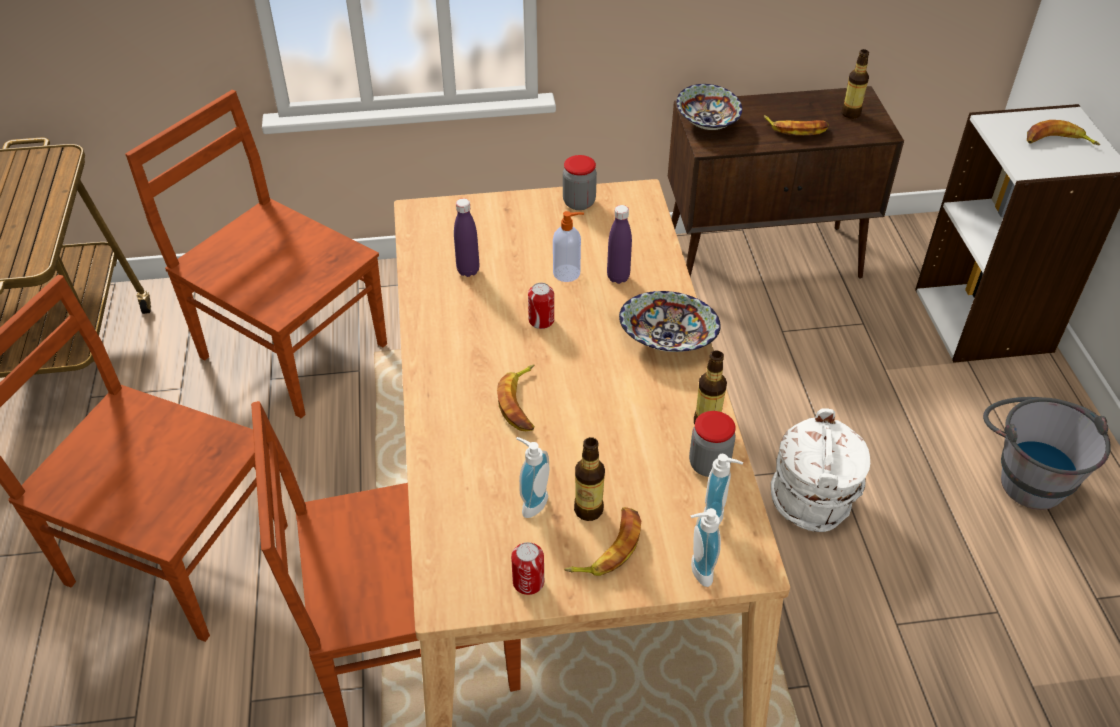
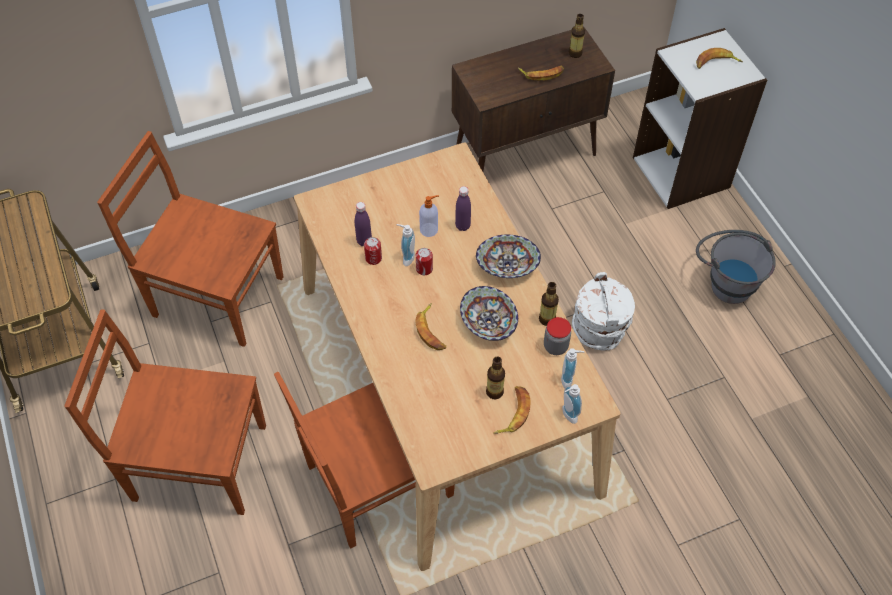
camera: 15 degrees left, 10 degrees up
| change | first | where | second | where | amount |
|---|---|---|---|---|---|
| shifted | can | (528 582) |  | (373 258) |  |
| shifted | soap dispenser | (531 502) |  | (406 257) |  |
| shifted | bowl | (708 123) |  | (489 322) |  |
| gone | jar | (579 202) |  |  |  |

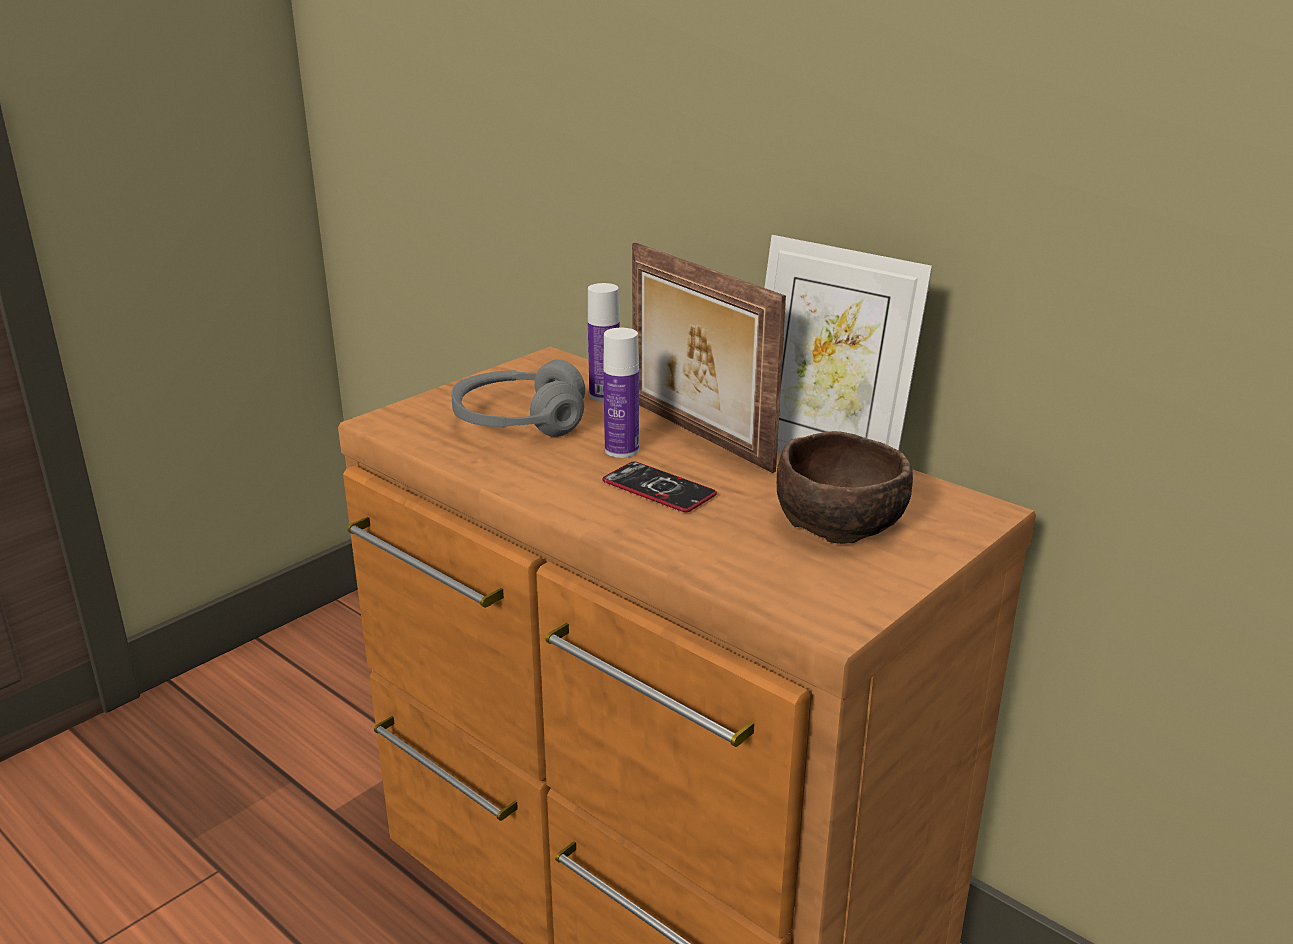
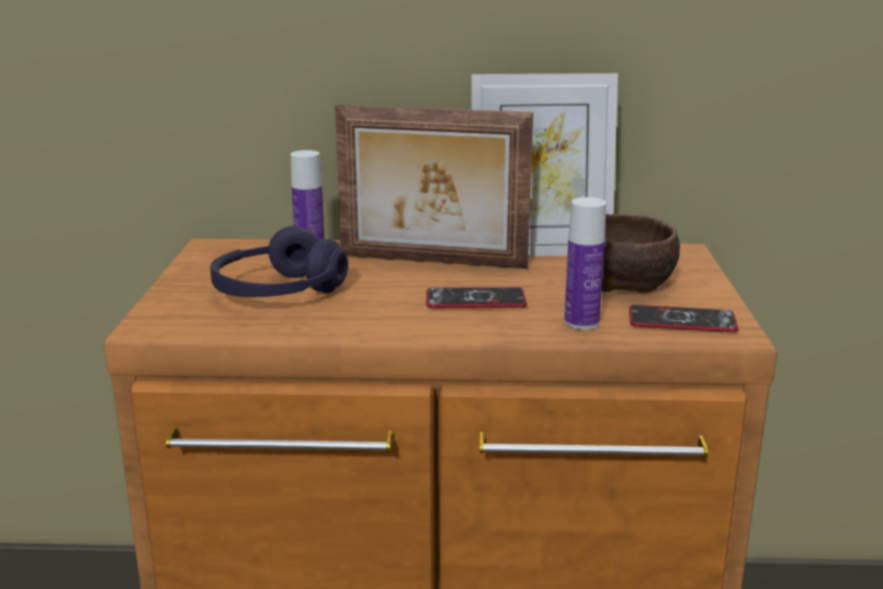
camera: 40 degrees left, 5 degrees down
| change | first | where | second | where | amount |
|---|---|---|---|---|---|
| repainted | grey headphones | (519 422) | purple headphones | (278 292) |  |
| shifted | bottle | (621 450) |  | (581 323) |  |
| new |  |  | phone | (682 321) |  |

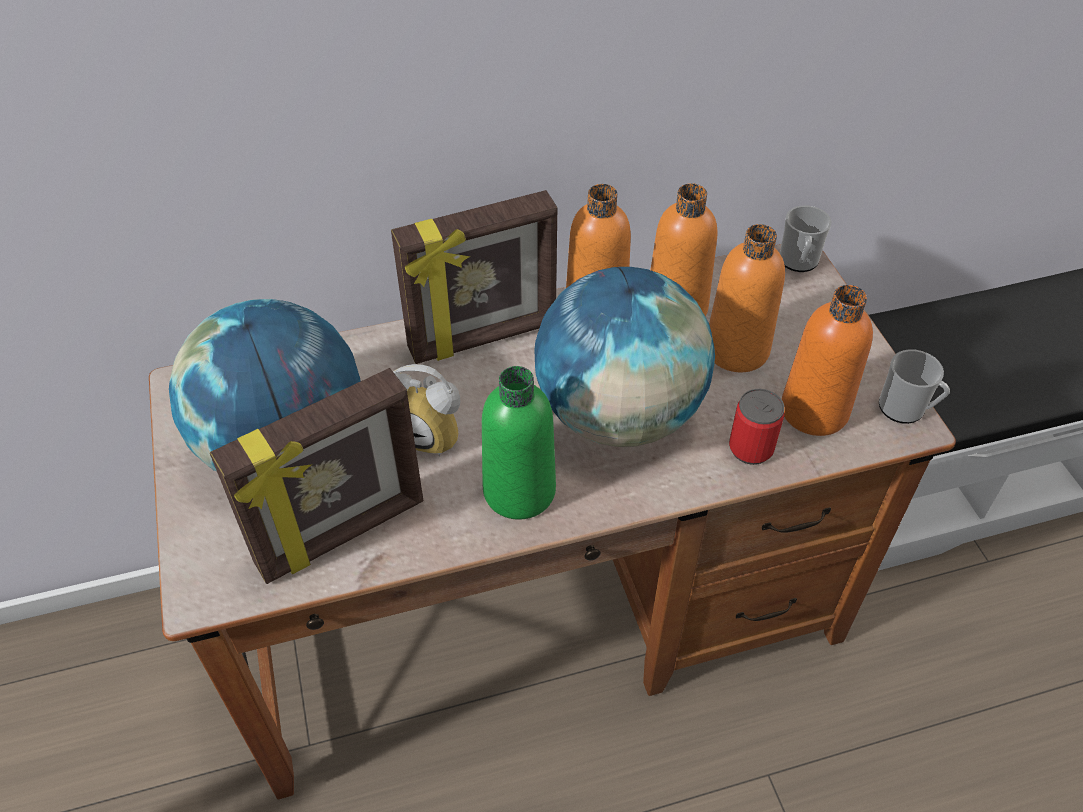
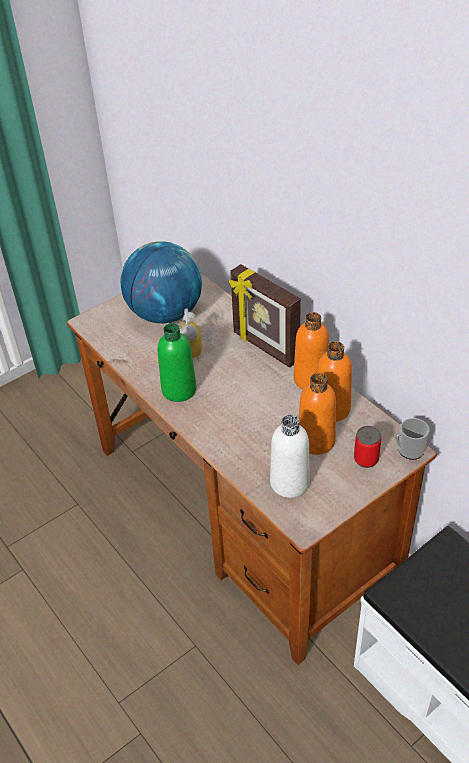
camera: 70 degrees right, 5 degrees down
| change | first | where | second | where | amount |
|---|---|---|---|---|---|
| repainted | orange bottle | (814 411) | white bottle | (289 483) |  |
| shifted | can | (750 448) |  | (366 459) |  |
| gone | picture frame | (342 534) |  |  |  |
| gone | globe | (618 414) |  |  |  |
| gone | mug | (906 409) |  |  |  |

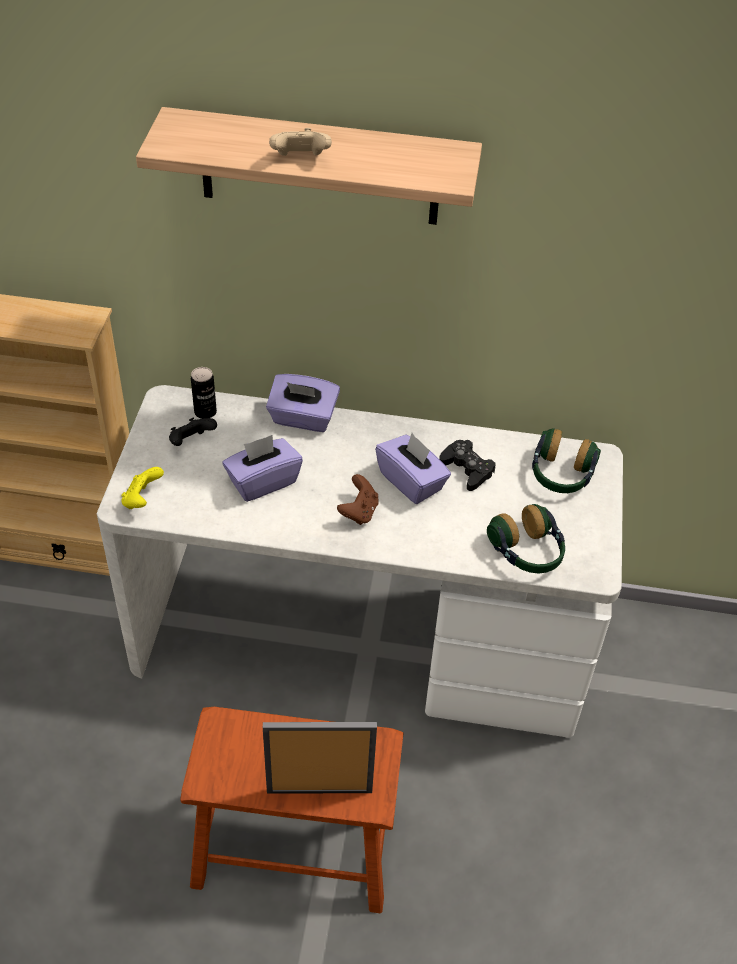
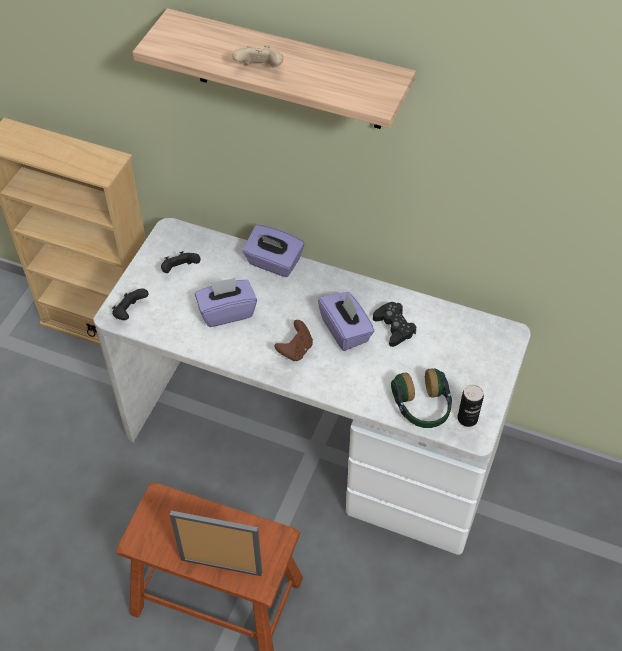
camera: 15 degrees right, 5 degrees up
| change | first | where | second | where | amount |
|---|---|---|---|---|---|
| repainted | yellow game controller | (142 500) | black game controller | (130 312) |  |
| shifted | can | (205 412) |  | (467 418) |  |
| gone | headphones | (561 475) |  |  |  |

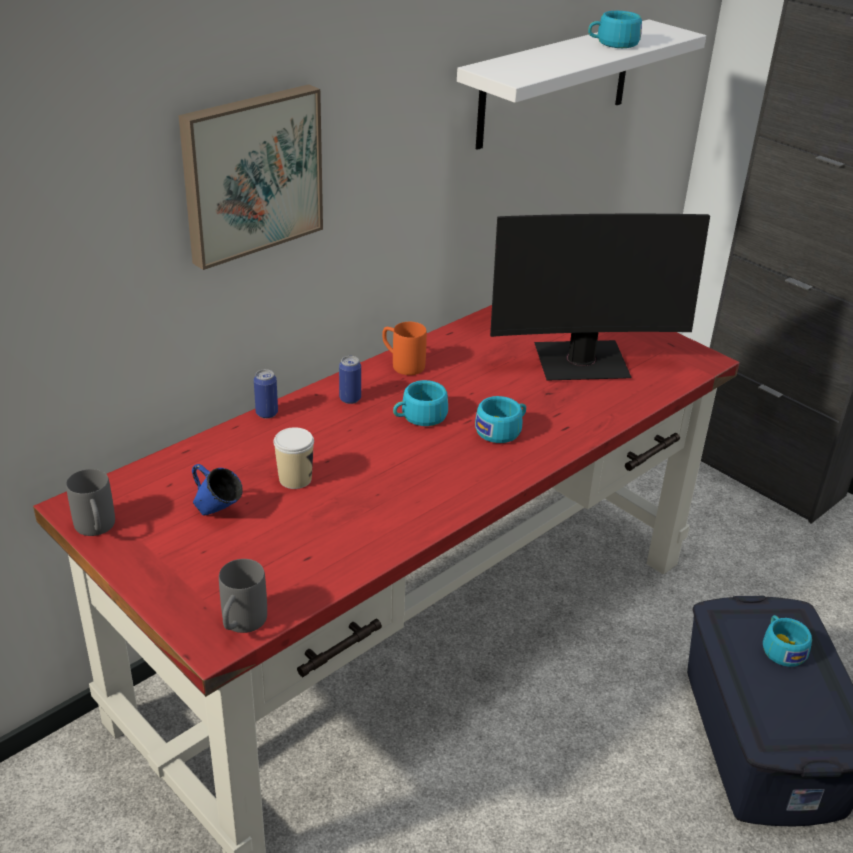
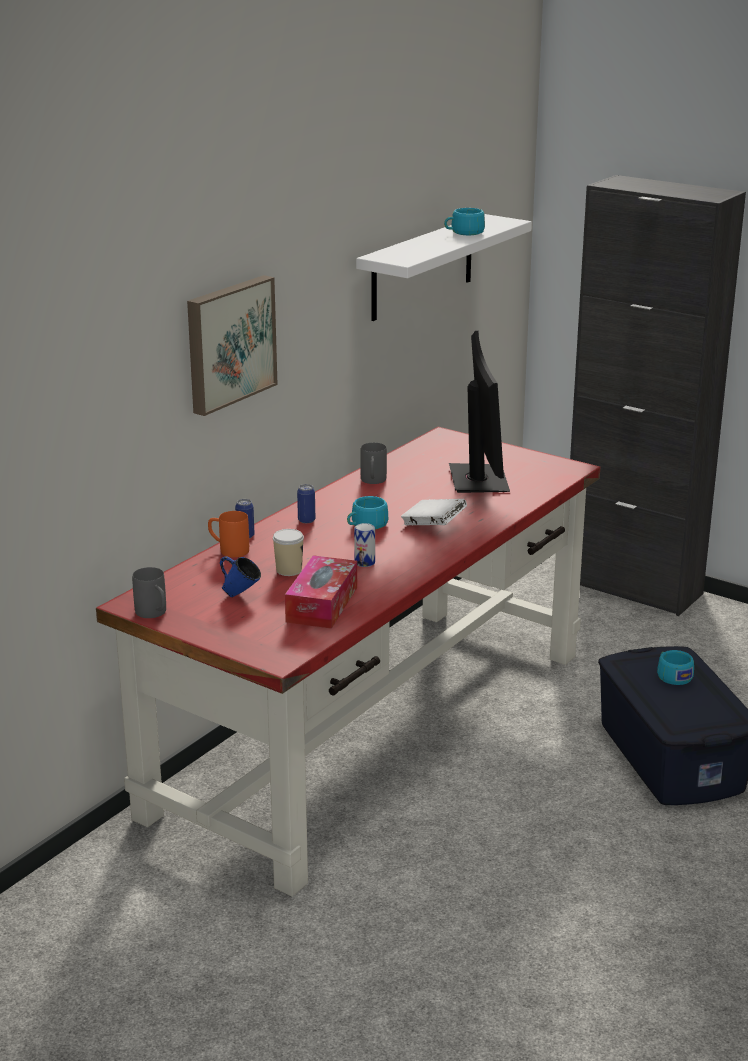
camera: 10 degrees left, 10 degrees down
| change | first | where | second | where | amount |
|---|---|---|---|---|---|
| shifted | orange mug | (402 364) |  | (228 550) |  |
| new |  |  | tissue box | (322 604) |  |
| new |  |  | can | (364 562) |  |
| shifted | grey mug | (240 625) |  | (373 481) |  |
| swapped | turquoise cup | (502 430) | white book | (433 526) |  |
| rotated | monitor | (581 363) |  | (478 479) | 75 degrees counterclockwise |

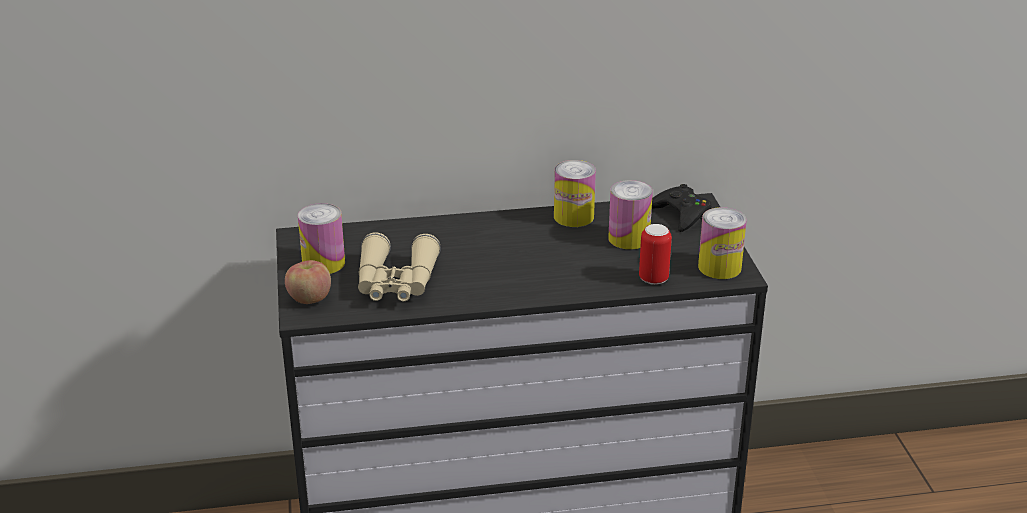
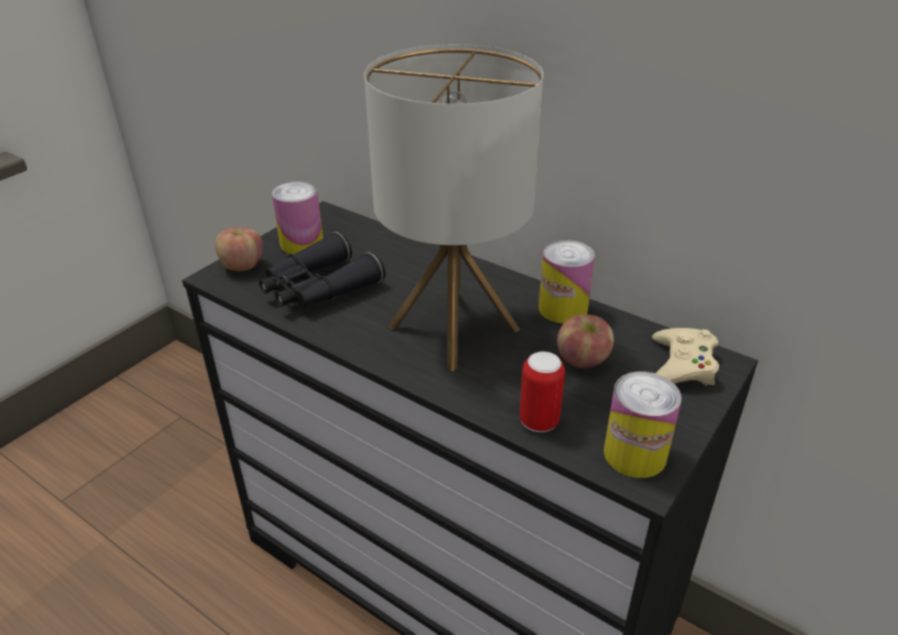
camera: 45 degrees right, 5 degrees up
| change | first | where | second | where | amount |
|---|---|---|---|---|---|
| repainted | beige binoculars | (396 283) | black binoculars | (318 288) |  |
| new |  |  | table lamp | (454 328) |  |
| swapped | can | (629 238) | apple | (582 361) |  |
| repainted | black game controller | (681 214) | beige game controller | (681 365) |  |

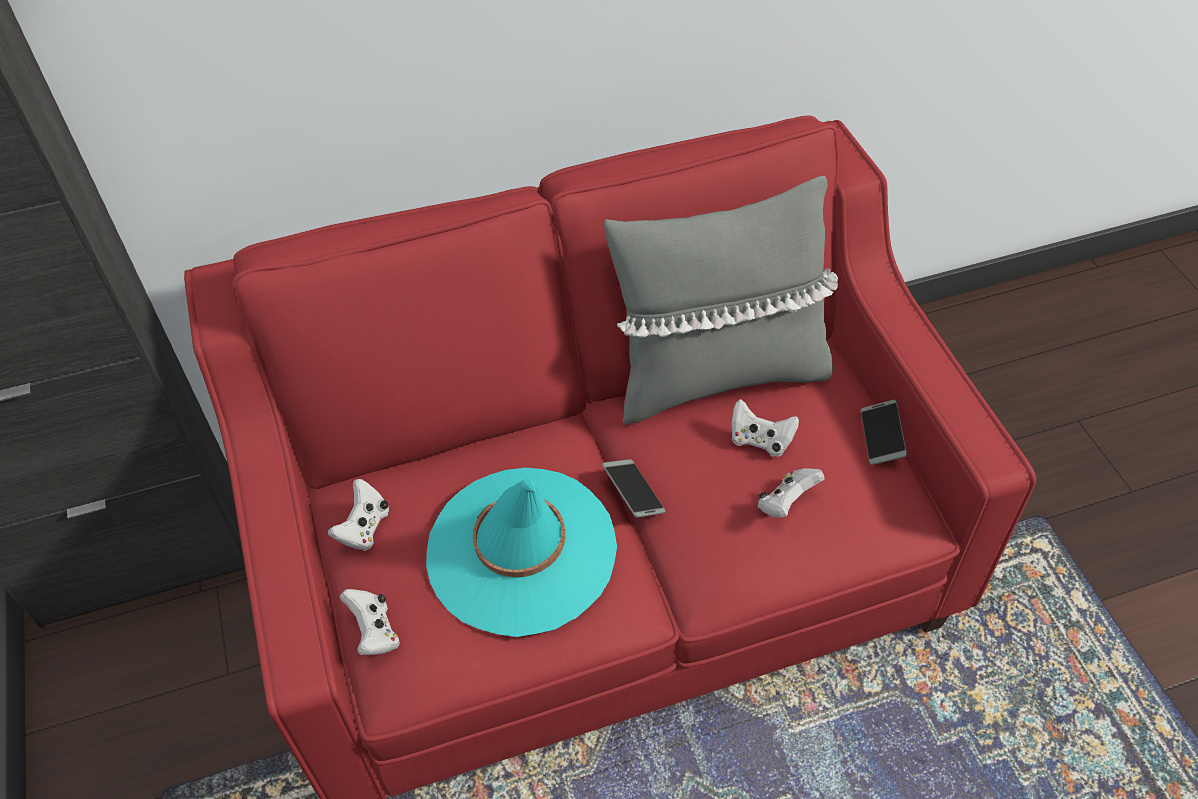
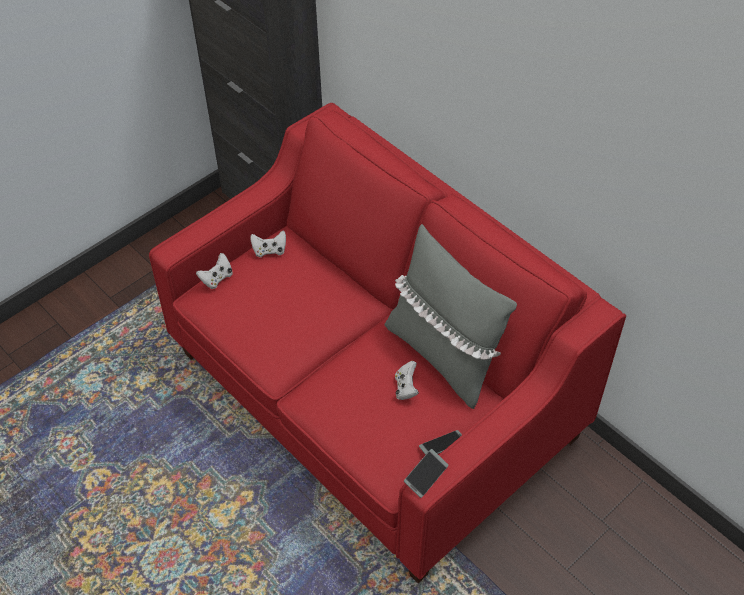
camera: 65 degrees right, 0 degrees up
| change | first | where | second | where | amount |
|---|---|---|---|---|---|
| shifted | phone | (633 492) |  | (426 475) |  |
| gone | turquoise hat | (521 550) |  |  |  |
| gone | white game controller | (786 503) |  |  |  |

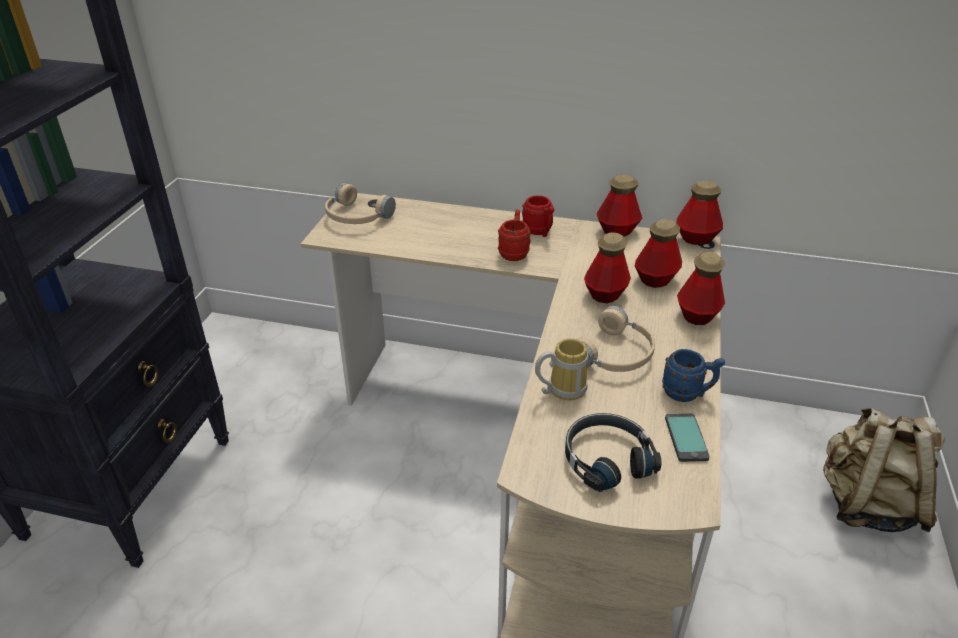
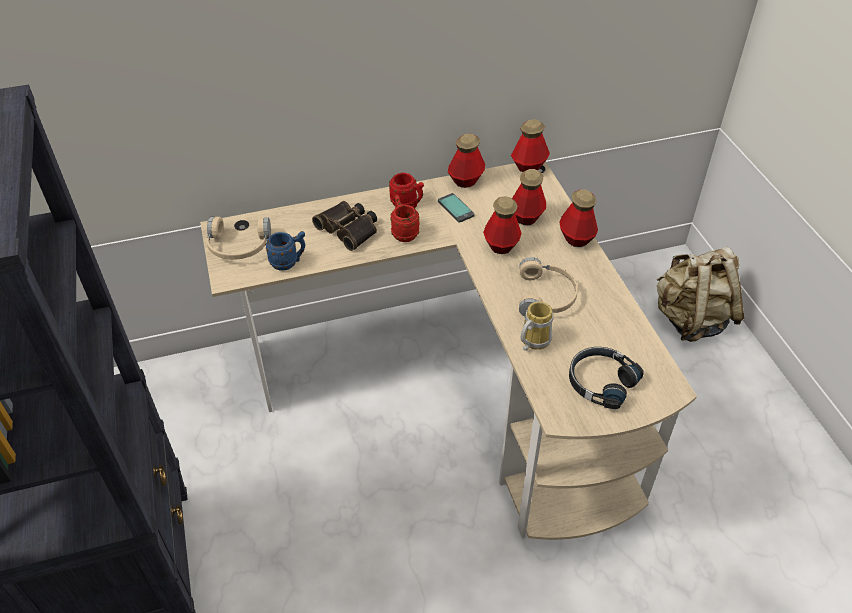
camera: 30 degrees left, 10 degrees up
| change | first | where | second | where | amount |
|---|---|---|---|---|---|
| shifted | blue mug | (688 393) |  | (289 262) |  |
| new |  |  | binoculars | (349 229) |  |
| shifted | phone | (686 438) |  | (456 208) |  |

